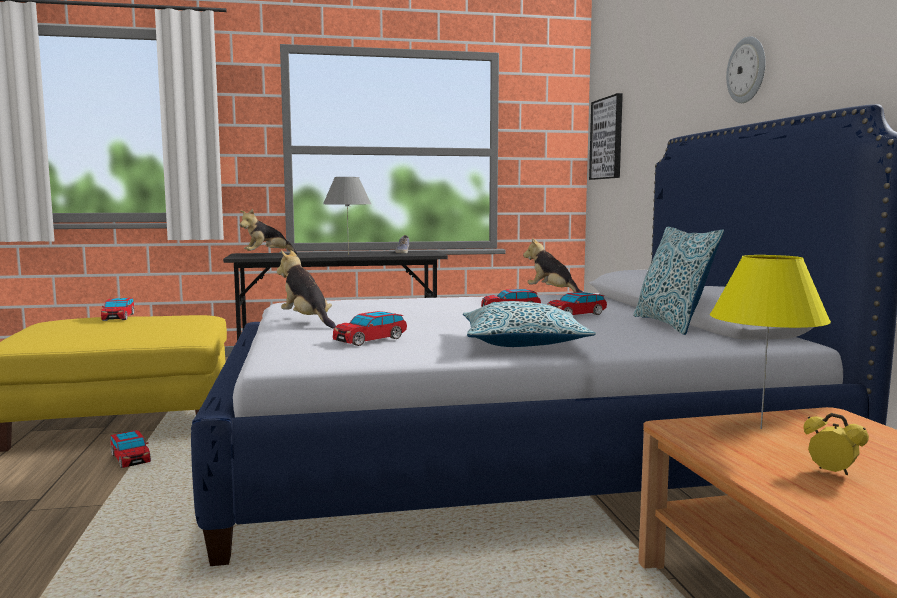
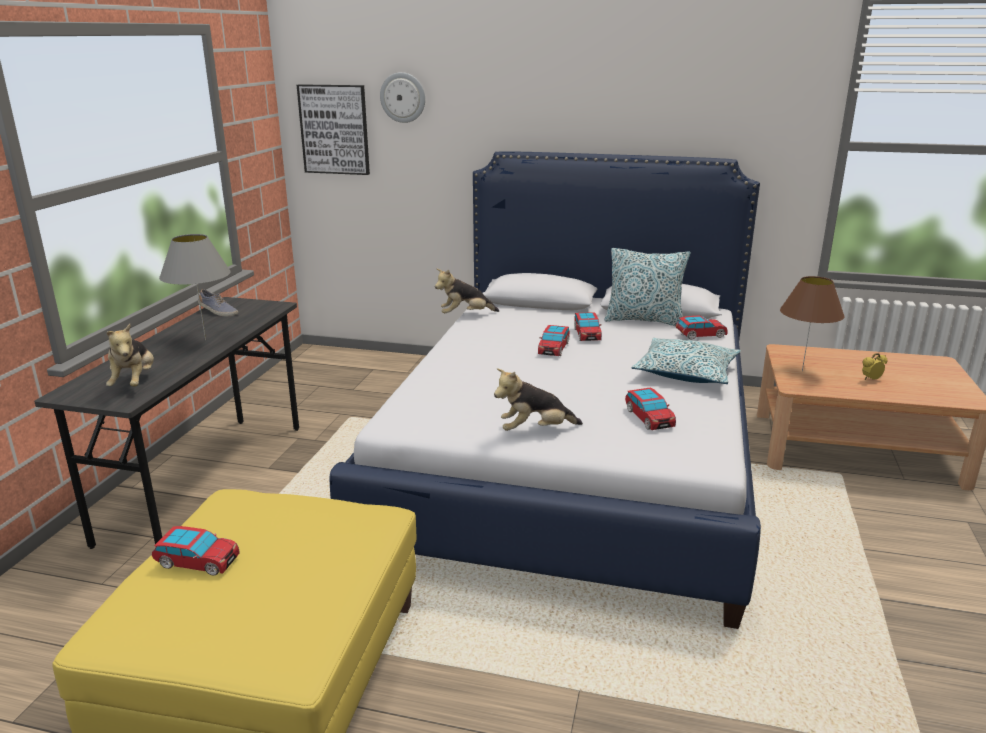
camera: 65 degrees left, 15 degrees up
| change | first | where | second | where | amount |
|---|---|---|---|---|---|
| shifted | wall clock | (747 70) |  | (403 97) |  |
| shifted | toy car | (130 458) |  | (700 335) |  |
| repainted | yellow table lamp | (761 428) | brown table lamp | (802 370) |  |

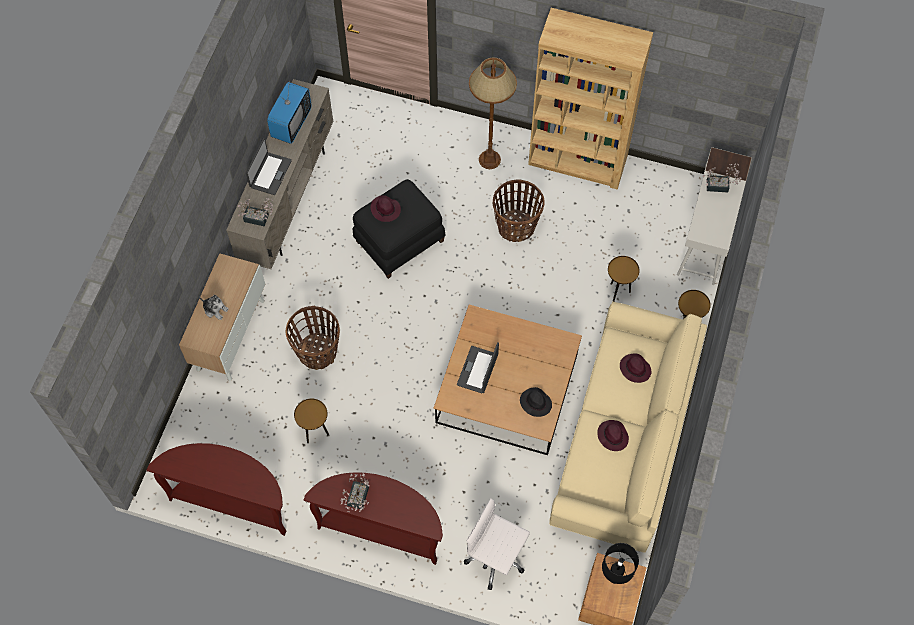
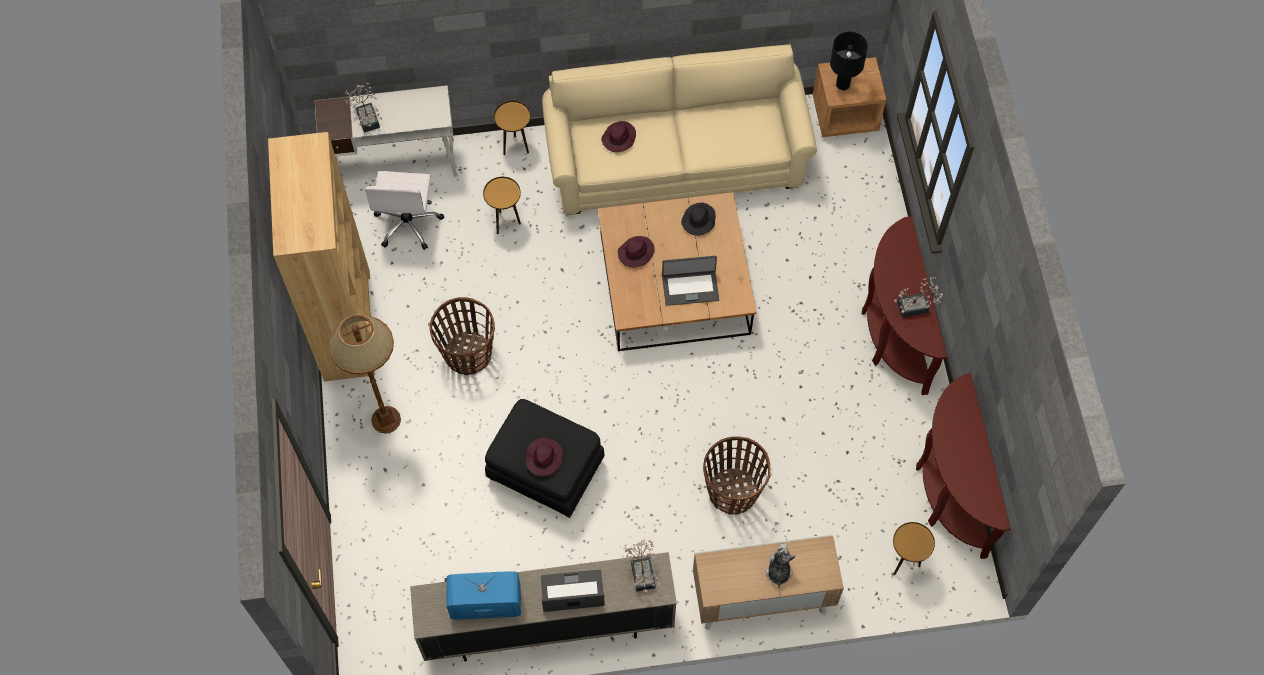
camera: 115 degrees left, 0 degrees up
| change | first | where | second | where | amount |
|---|---|---|---|---|---|
| shifted | white office chair | (496 558) |  | (408 223) |  |
| shifted | purple hat | (612 436) |  | (635 253) |  |
| shifted | brown side table | (315 433) |  | (904 563) |  |

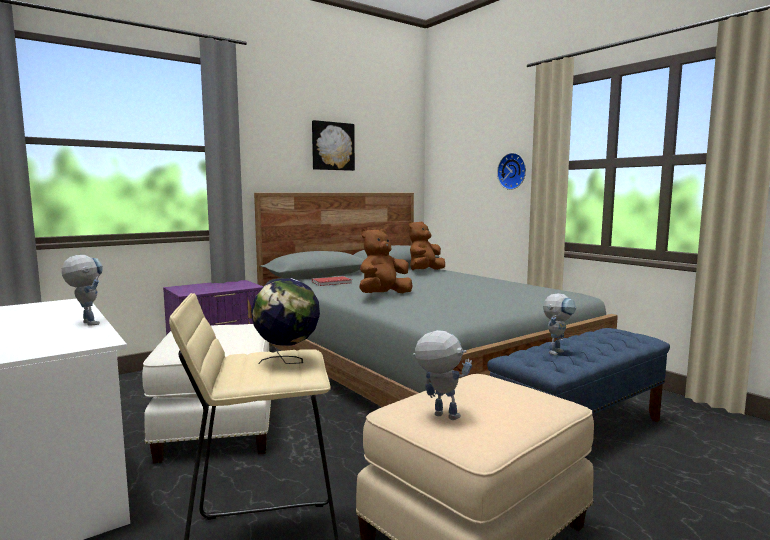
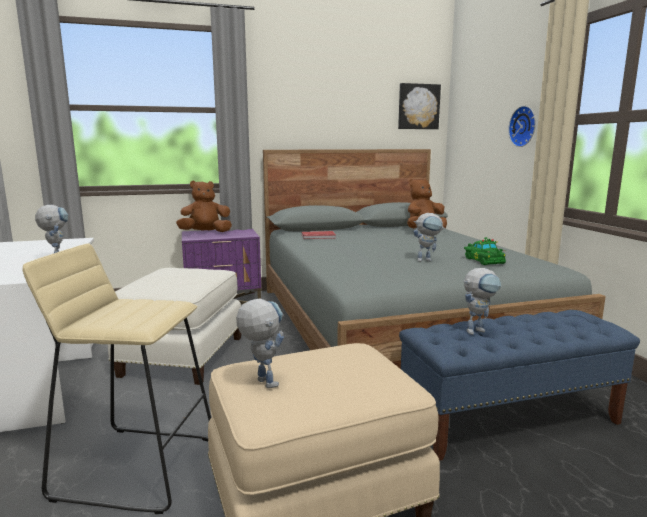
camera: 20 degrees right, 5 degrees up
| change | first | where | second | where | amount |
|---|---|---|---|---|---|
| shifted | brown plush toy | (383 295) |  | (205 233) |  |
| shifted | picture | (332 146) |  | (418 106) |  |
| new |  |  | toy robot | (427 260) |  |
| new |  |  | green toy car | (484 260) |  |
| gone | globe | (287 362) |  |  |  |

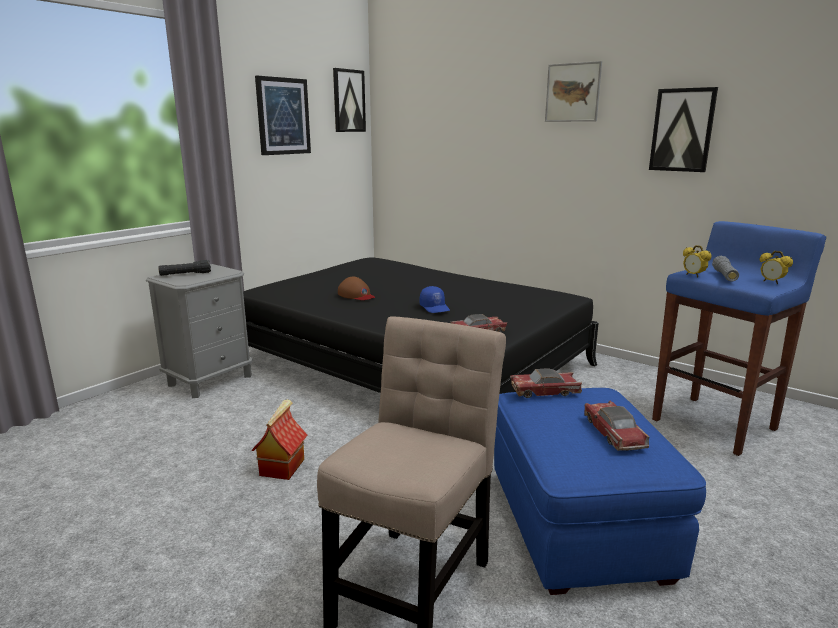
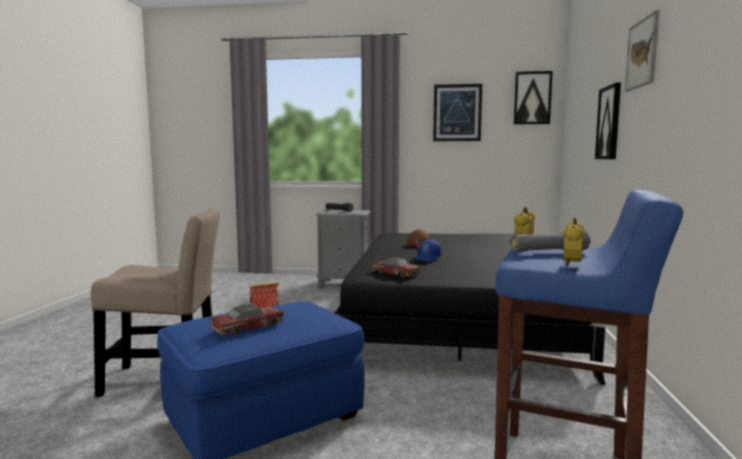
camera: 60 degrees right, 10 degrees down
| change | first | where | second | where | amount |
|---|---|---|---|---|---|
| shifted | picture | (682 130) |  | (609 123) |  |
| gone | toy car | (544 391) |  |  |  |

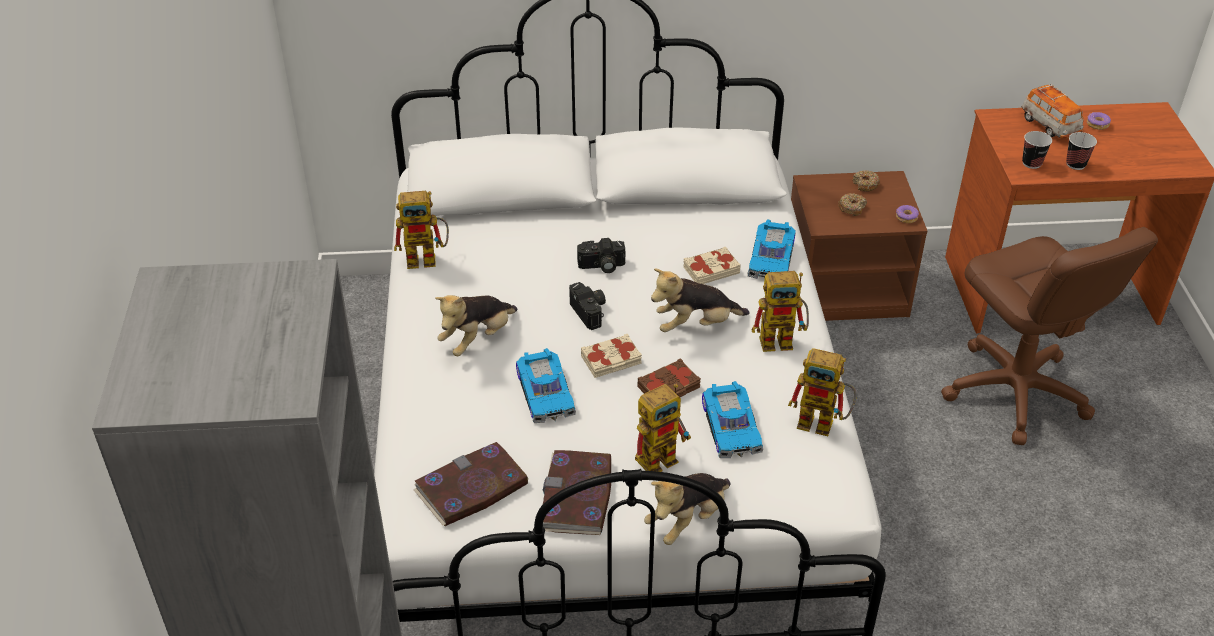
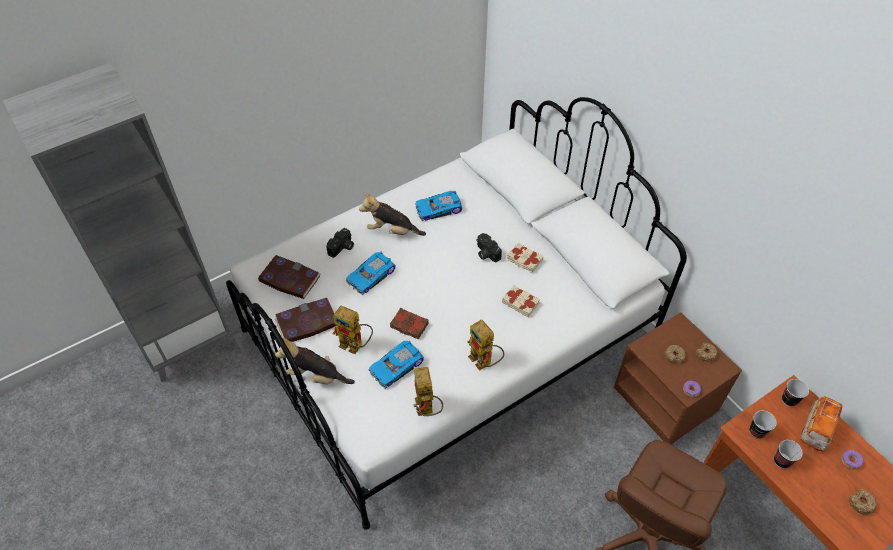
camera: 60 degrees right, 10 degrees up
| change | first | where | second | where | amount |
|---|---|---|---|---|---|
| shifted | photo camera | (590 312) |  | (342 248) |  |
| shifted | toy car | (773 258) |  | (438 209) |  |
| shifted | beige book | (611 360) |  | (524 260) |  |
| new |  |  | cup | (789 400) |  |
| new |  |  | donut | (860 503) |  |
| gone | toy robot | (428 258) |  |  |  |
| gone | plush toy | (695 325) |  |  |  |

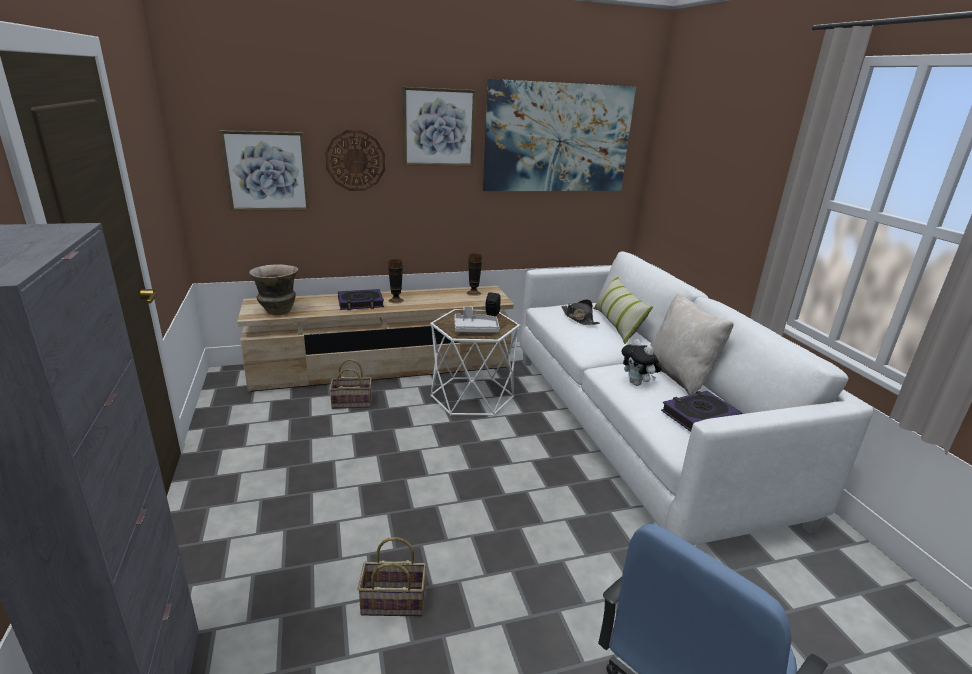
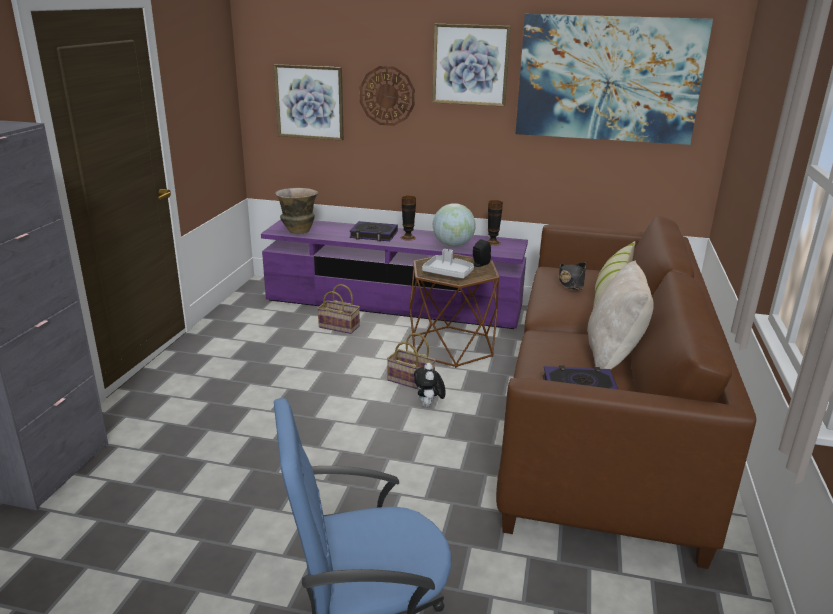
camera: 30 degrees right, 0 degrees up
| change | first | where | second | where | amount |
|---|---|---|---|---|---|
| repainted | beige tv stand | (383 367) | purple tv stand | (393 304) |  |
| shifted | basket | (391 603) |  | (409 381) |  |
| repainted | white side table | (472 397) | brown side table | (451 347) |  |
| shifted | plush toy | (637 384) |  | (429 405) |  |
| new |  |  | globe | (452 245) |  |
| repainted | white sofa | (638 429) | brown sofa | (600 417) |  |

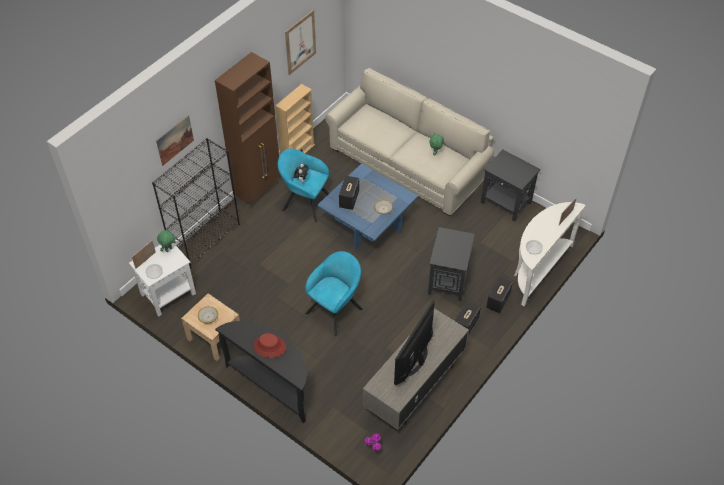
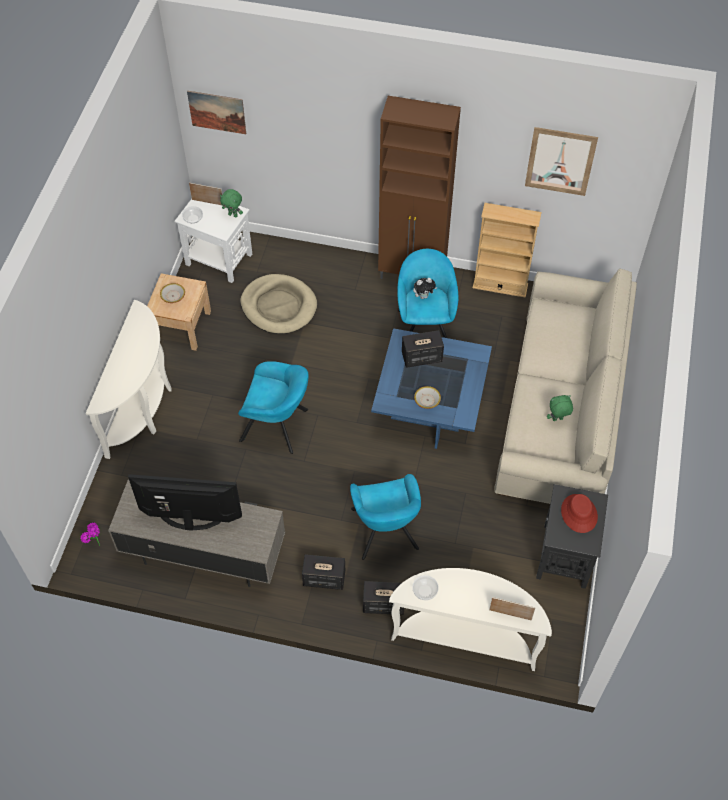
camera: 65 degrees right, 5 degrees up
| change | first | where | second | where | amount |
|---|---|---|---|---|---|
| repainted | black console table | (273 384) | white console table | (143 407) |  |
| shifted | picture | (175 140) |  | (217 112) |  |
| new |  |  | beige dog bed | (279 306) |  |
| swapped | black side table | (448 281) | turquoise armchair | (385 532) |  |
| shifted | red hat | (269 347) |  | (578 513) |  |
| gone | black bookcase | (206 239) |  |  |  |

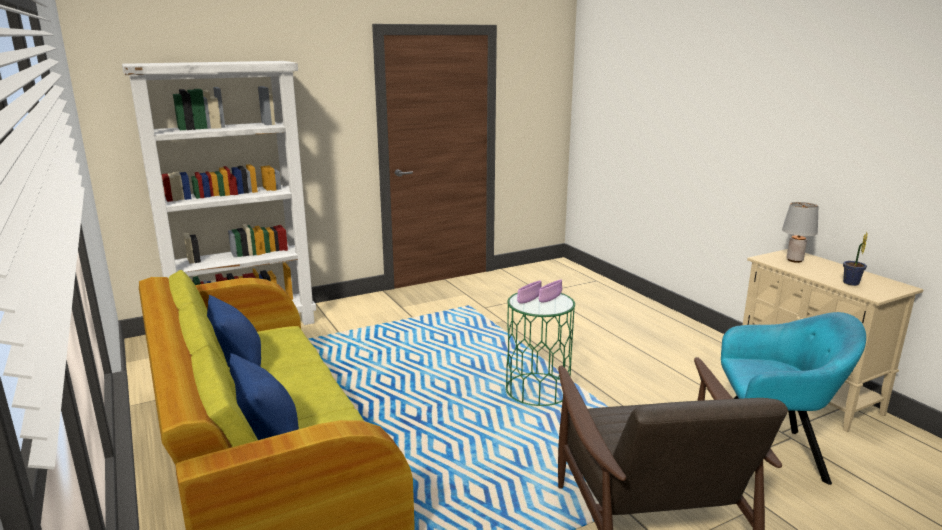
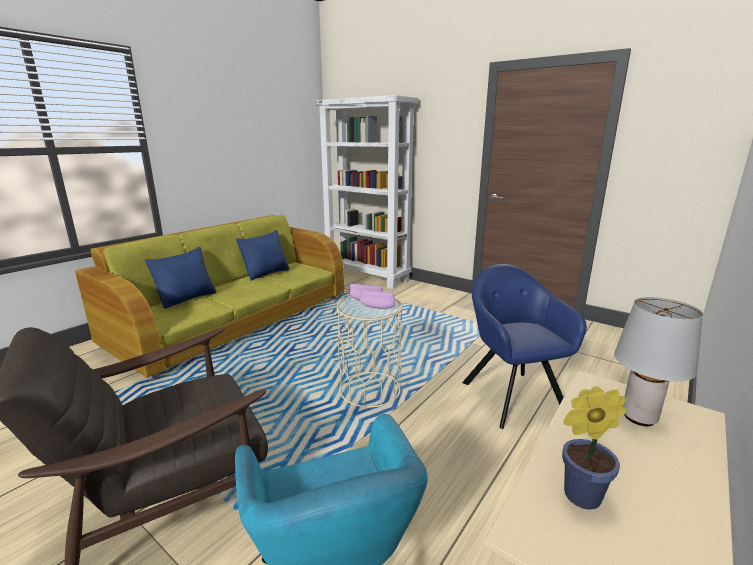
camera: 65 degrees right, 0 degrees up
| change | first | where | second | where | amount |
|---|---|---|---|---|---|
| repainted | green side table | (537 389) | beige side table | (370 389) |  |
| new |  |  | blue armchair | (510 395) |  |

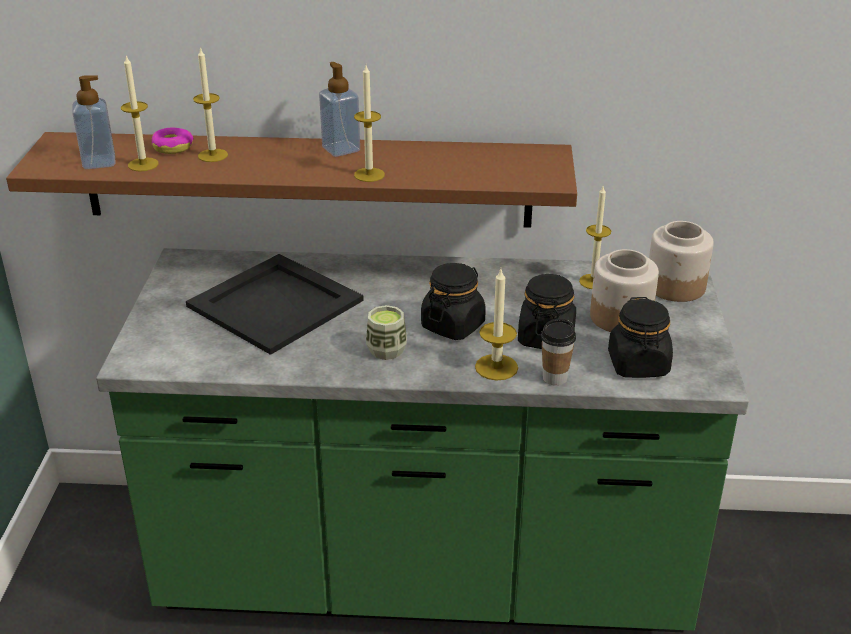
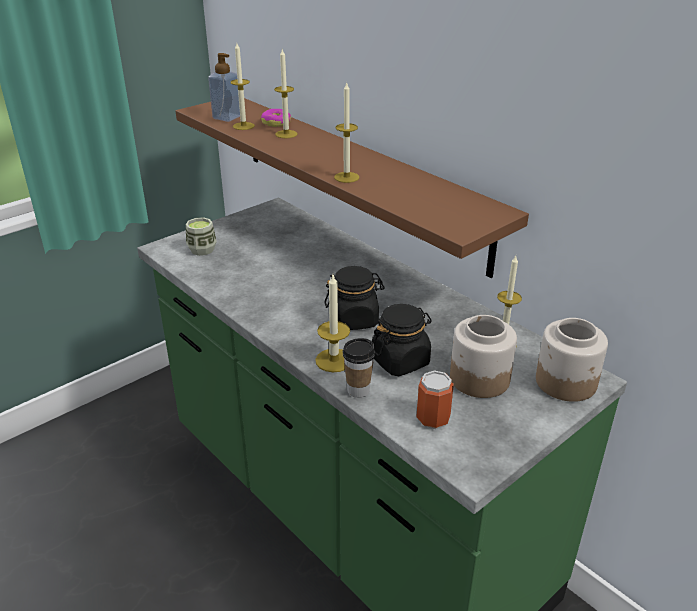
camera: 45 degrees right, 0 degrees up
| change | first | where | second | where | amount |
|---|---|---|---|---|---|
| shifted | cup | (386 350) |  | (202 250) |  |
| swapped | black jar | (638 365) | can | (433 419) |  |
| gone | black tray | (275 302) |  |  |  |
| gone | soap dispenser | (341 149) |  |  |  |

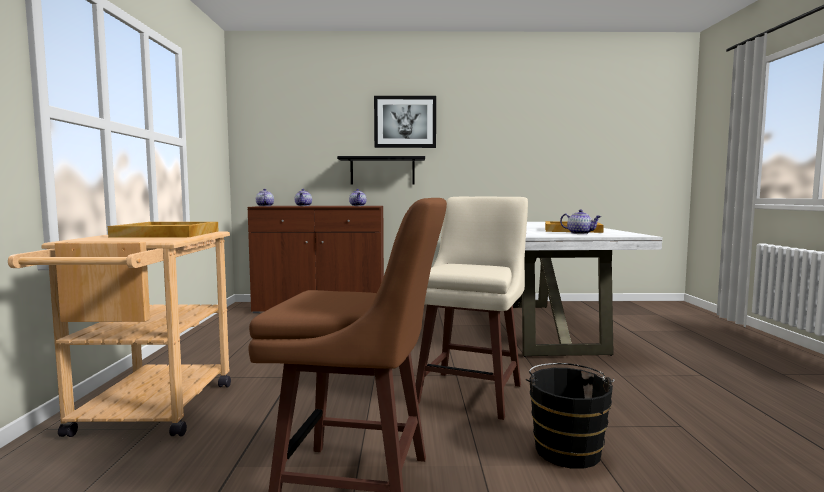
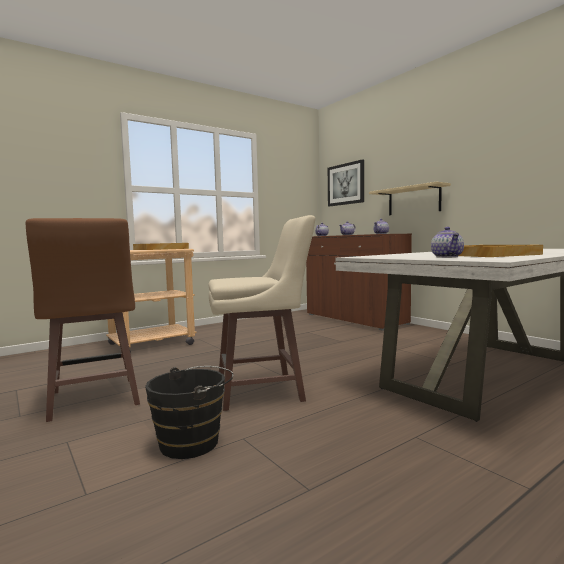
camera: 55 degrees right, 0 degrees up
| change | first | where | second | where | amount |
|---|---|---|---|---|---|
| shifted | picture | (405 122) |  | (346 184) |  |
| repainted | black shelf | (382 171) | beige shelf | (414 200) |  |

